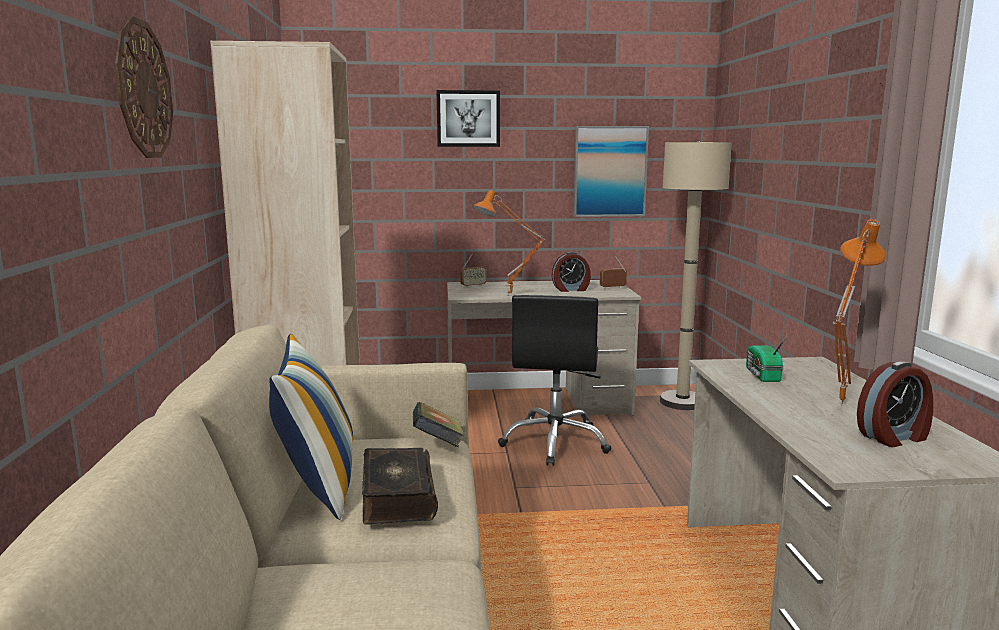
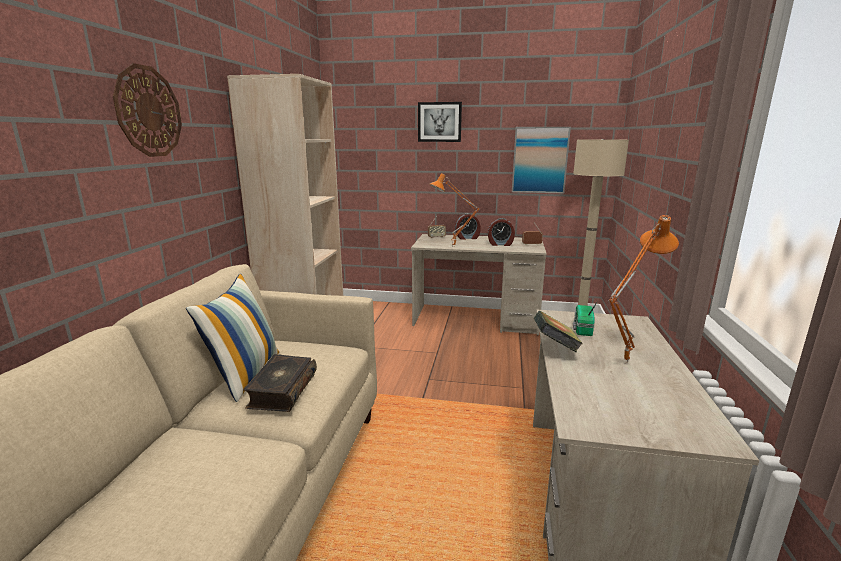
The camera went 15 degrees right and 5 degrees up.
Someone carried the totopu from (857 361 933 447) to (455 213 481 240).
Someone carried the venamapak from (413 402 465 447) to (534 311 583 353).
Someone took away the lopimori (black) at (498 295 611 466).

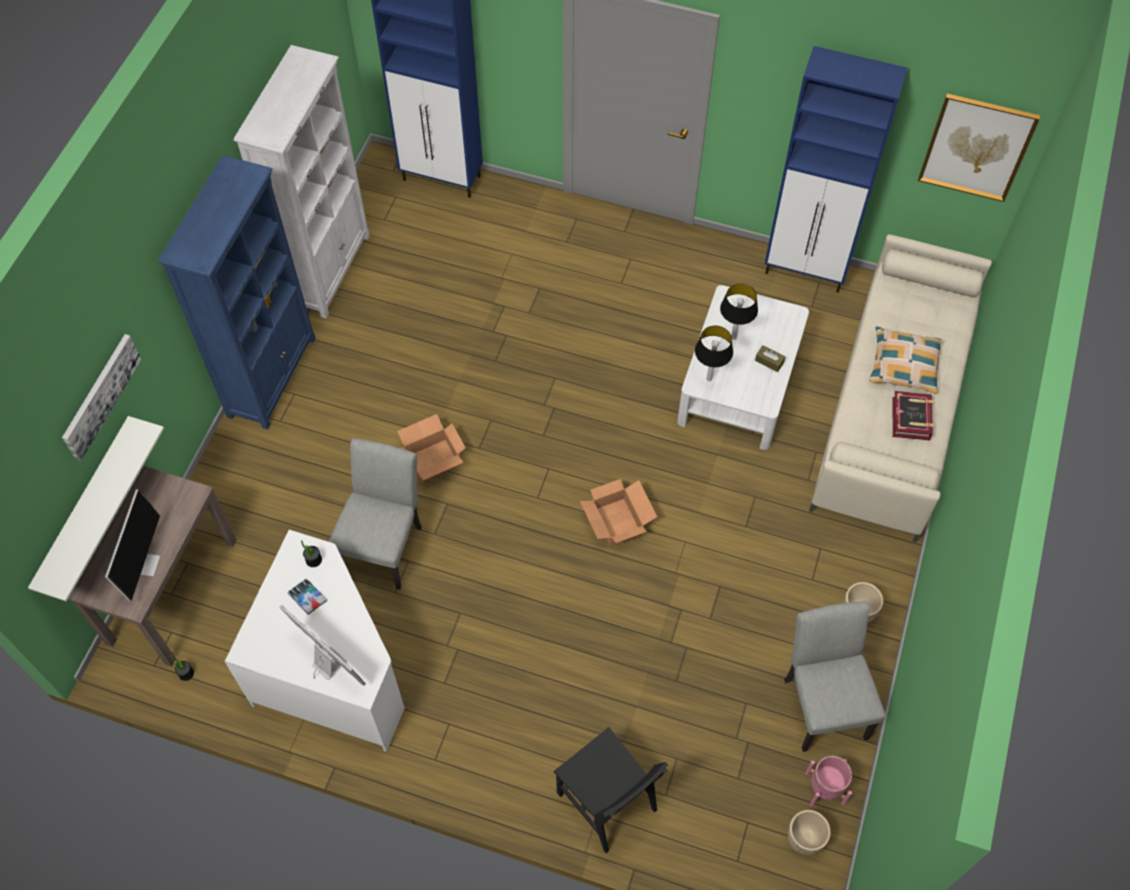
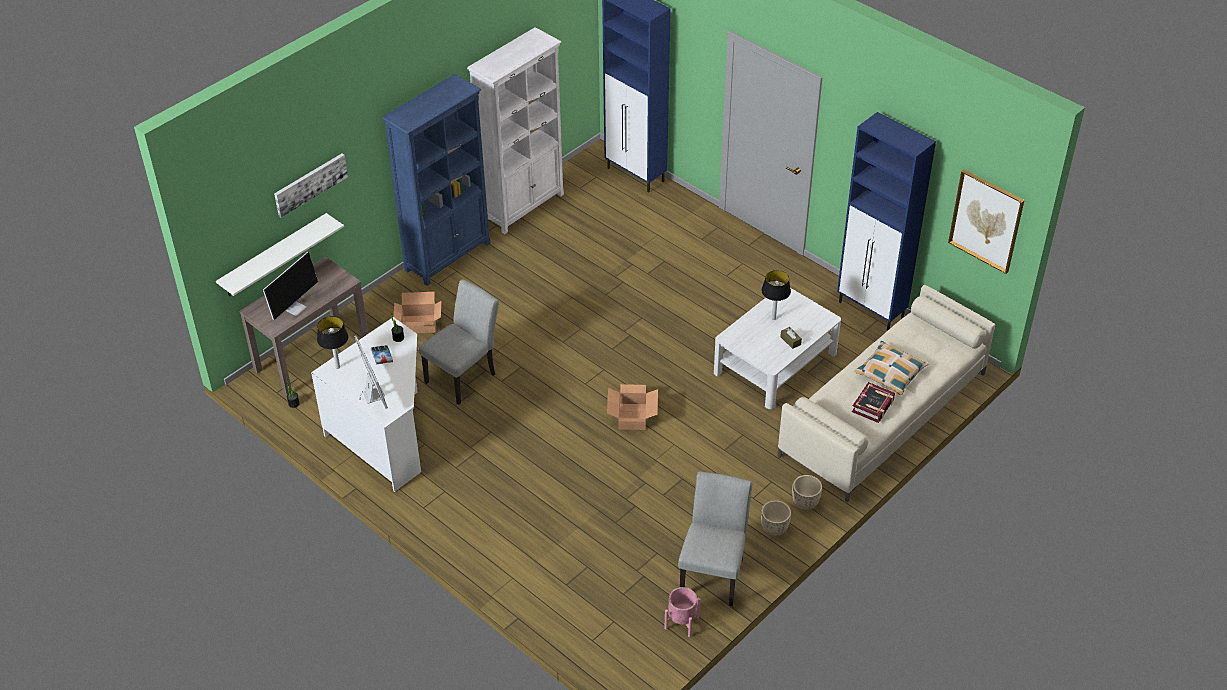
The camera went 25 degrees right and 15 degrees down.
Someone carried the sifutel from (695 326 733 381) to (317 316 348 369).
Someone carried the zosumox from (397 414 466 483) to (393 292 441 333).
Someone carried the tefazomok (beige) from (788 810 831 855) to (792 475 822 509).
Someone took away the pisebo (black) at (553 727 668 853).

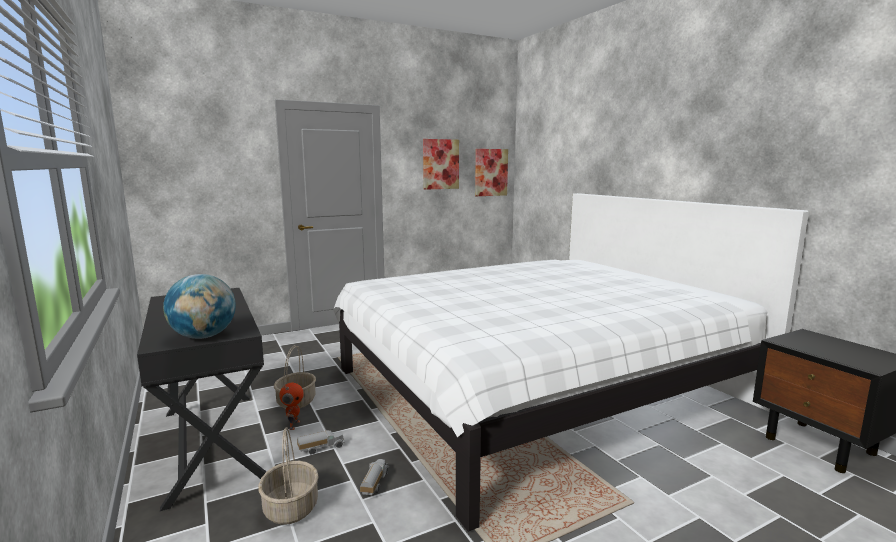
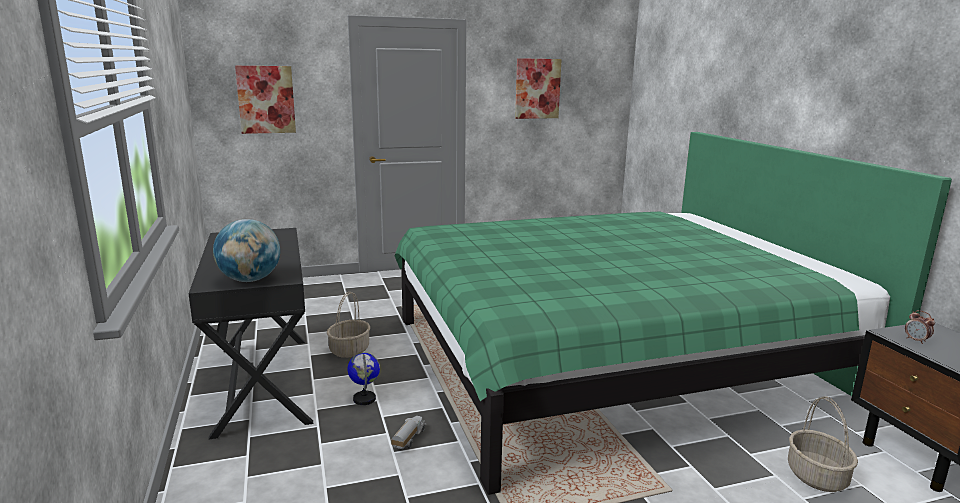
The camera went 10 degrees right and 5 degrees up.
Someone carried the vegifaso from (475 149 508 196) to (235 66 296 134).
Someone swapped the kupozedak at (297 430 345 455) for the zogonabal at (348 353 380 405).
Someone repainted the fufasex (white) at (333 193 809 532), which became the fufasex (green) at (395 132 952 495).
Someone carried the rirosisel from (258 427 319 525) to (788 396 858 492).
Someone put down the totopu at (905 310 935 344).
Someone took away the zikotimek at (279 383 304 430).

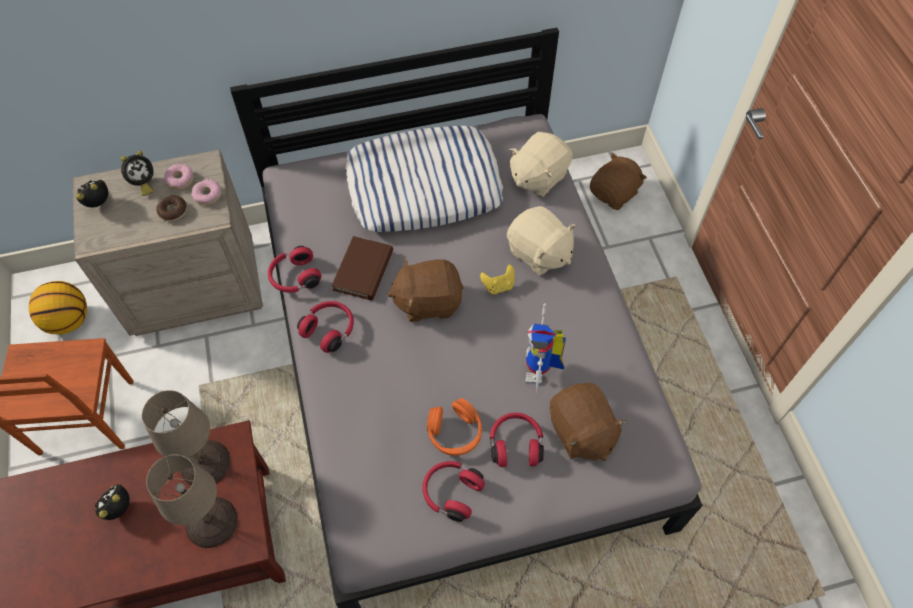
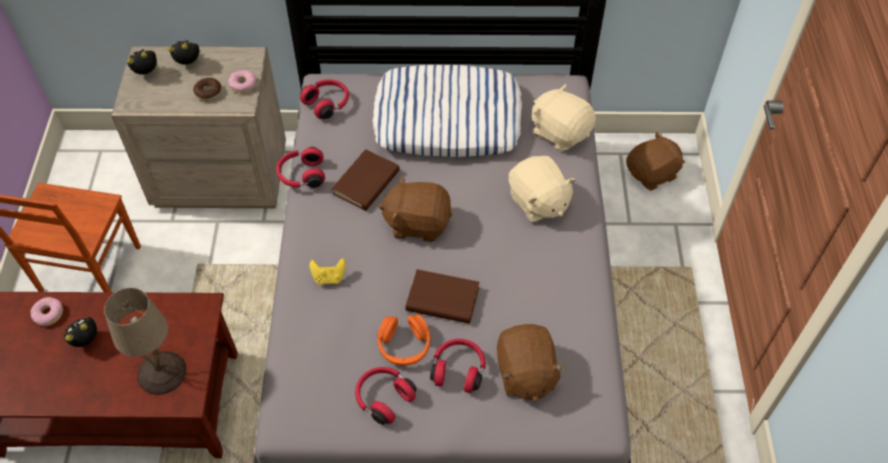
The camera went 15 degrees right and 5 degrees down.
Someone carried the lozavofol from (164 164 194 190) to (30 297 63 326).
Someone rotated the totopu at (121 151 154 196) by 150 degrees counterclockwise.
Someone carried the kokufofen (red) from (297 301 354 353) to (300 79 349 119).
Someone carried the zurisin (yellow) from (480 265 515 295) to (310 258 346 285).
Someone put down the venamapak (brown) at (406 269 479 324).
Someone rotated the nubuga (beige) at (509 132 573 197) by 75 degrees clockwise.
Someone took away the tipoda at (29 281 87 335).
Someone took away the sifutel (beige) at (142 390 230 485).
Someone took away the zikotimek at (525 303 566 393).

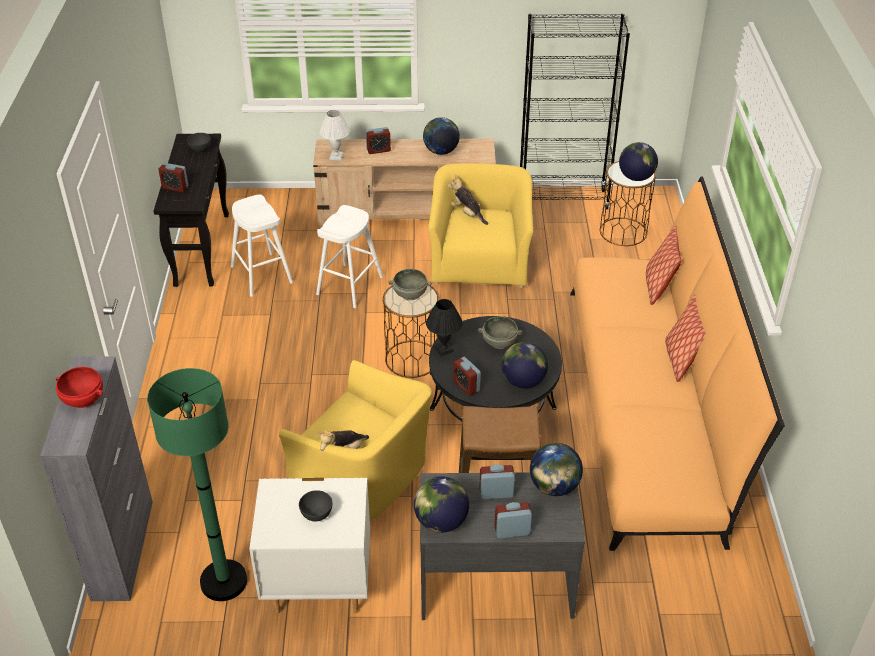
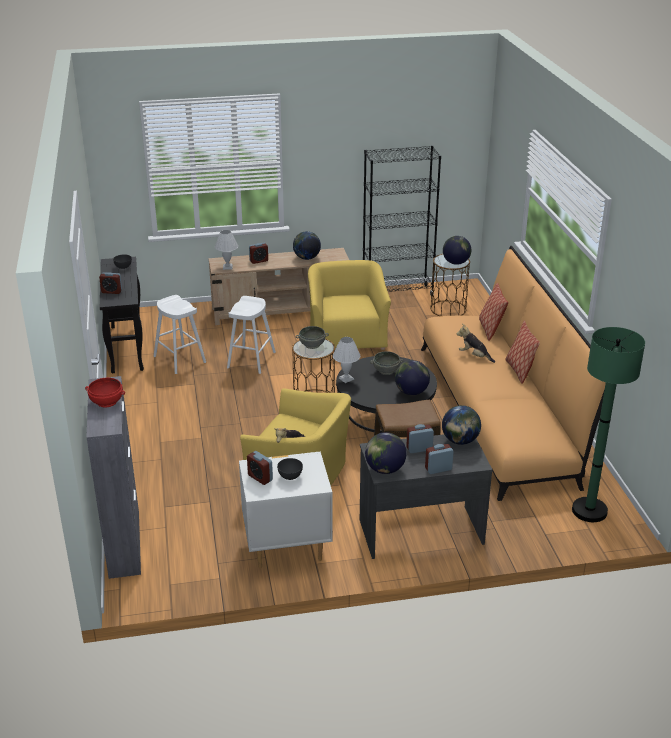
The camera went 10 degrees left and 10 degrees down.
Someone carried the totopu from (453 357 481 396) to (247 451 273 485).
Someone repainted the sifutel (black) at (426 299 463 356), which became the sifutel (white) at (333 337 360 383).
Someone carried the nubuga from (447 175 488 225) to (457 324 495 363).
Someone carried the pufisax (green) from (147 368 247 601) to (572 327 645 522).

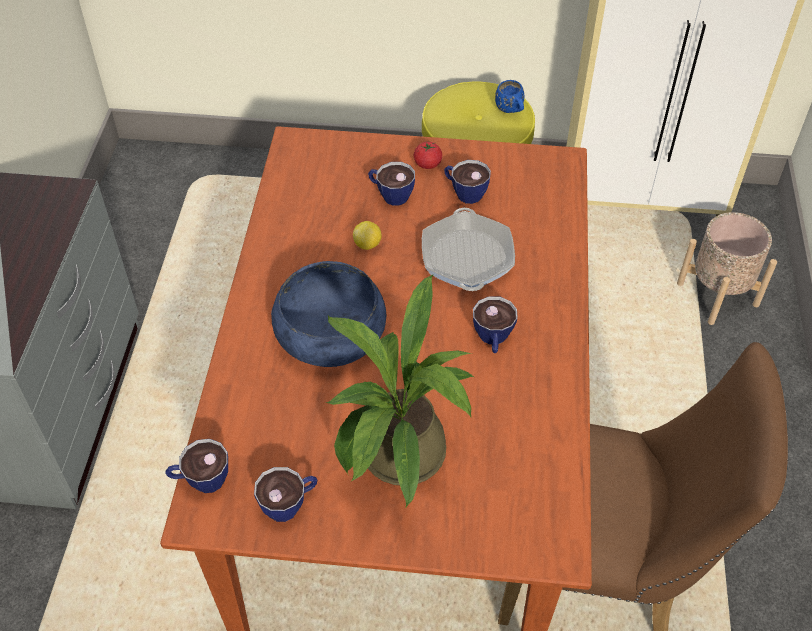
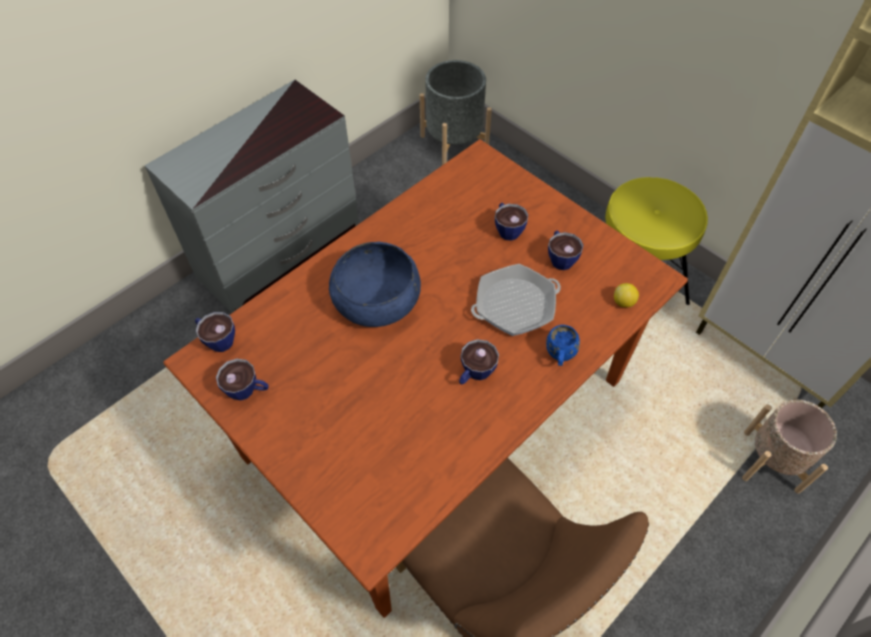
The camera went 40 degrees right and 5 degrees up.
Someone put down the tefazomok (grey) at (420 60 492 165).
Someone rotated the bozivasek at (422 208 515 291) by 150 degrees counterclockwise.
Someone carried the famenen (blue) from (495 80 524 113) to (546 325 580 366).
Someone carried the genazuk from (353 221 381 250) to (614 283 639 307).
Someone took away the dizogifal at (325 274 474 507).
Someone took away the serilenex at (414 142 442 169).

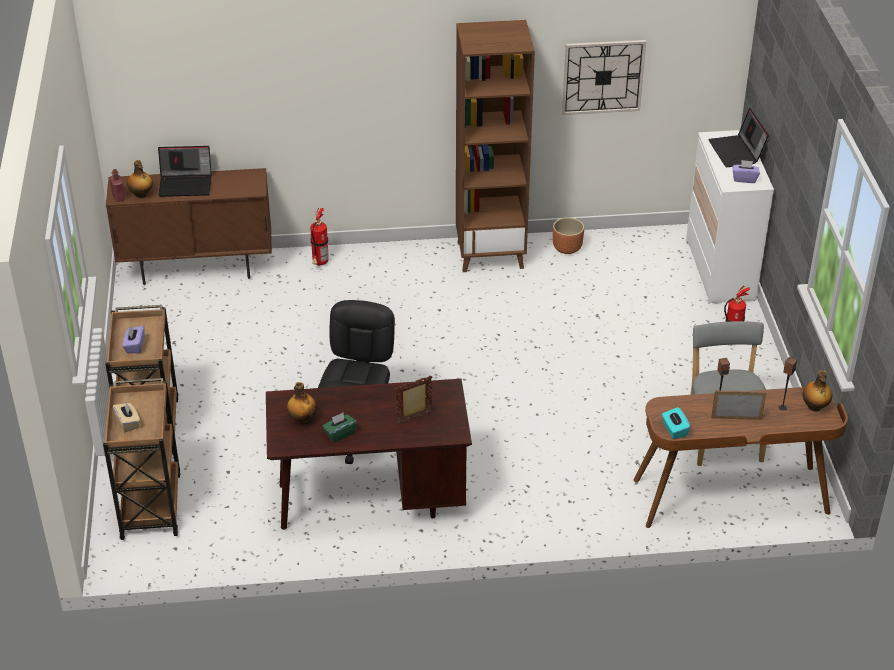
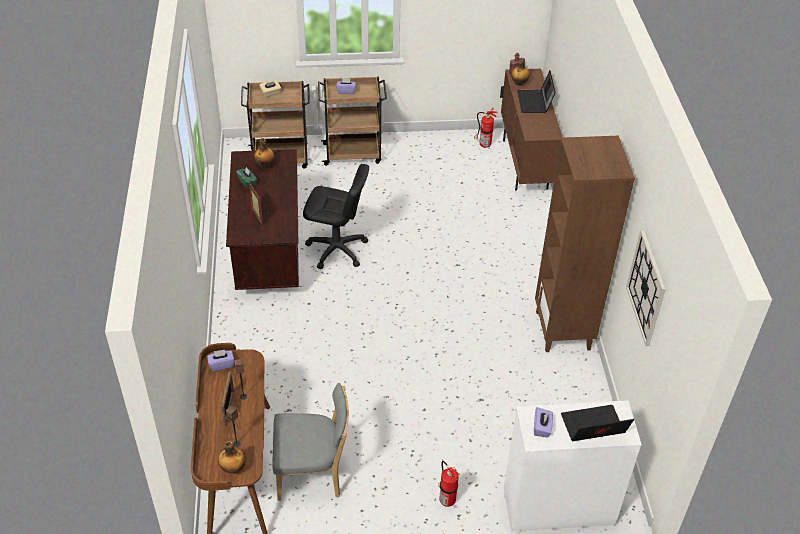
The camera went 90 degrees right and 5 degrees up.
Someone repainted the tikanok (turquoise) at (662 407 691 439), which became the tikanok (purple) at (207 350 234 371).
Someone carried the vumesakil from (310 208 329 266) to (474 108 498 148).
Someone took away the tefazomok (brown) at (553 217 584 254).

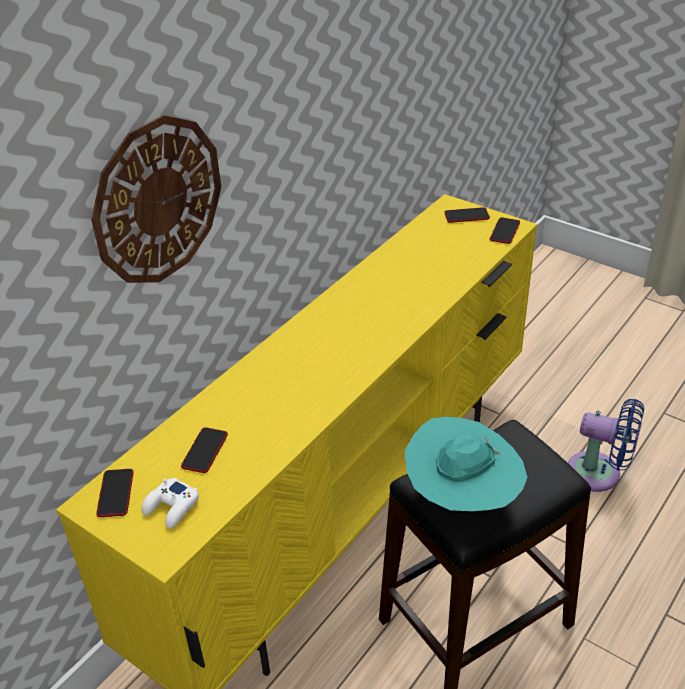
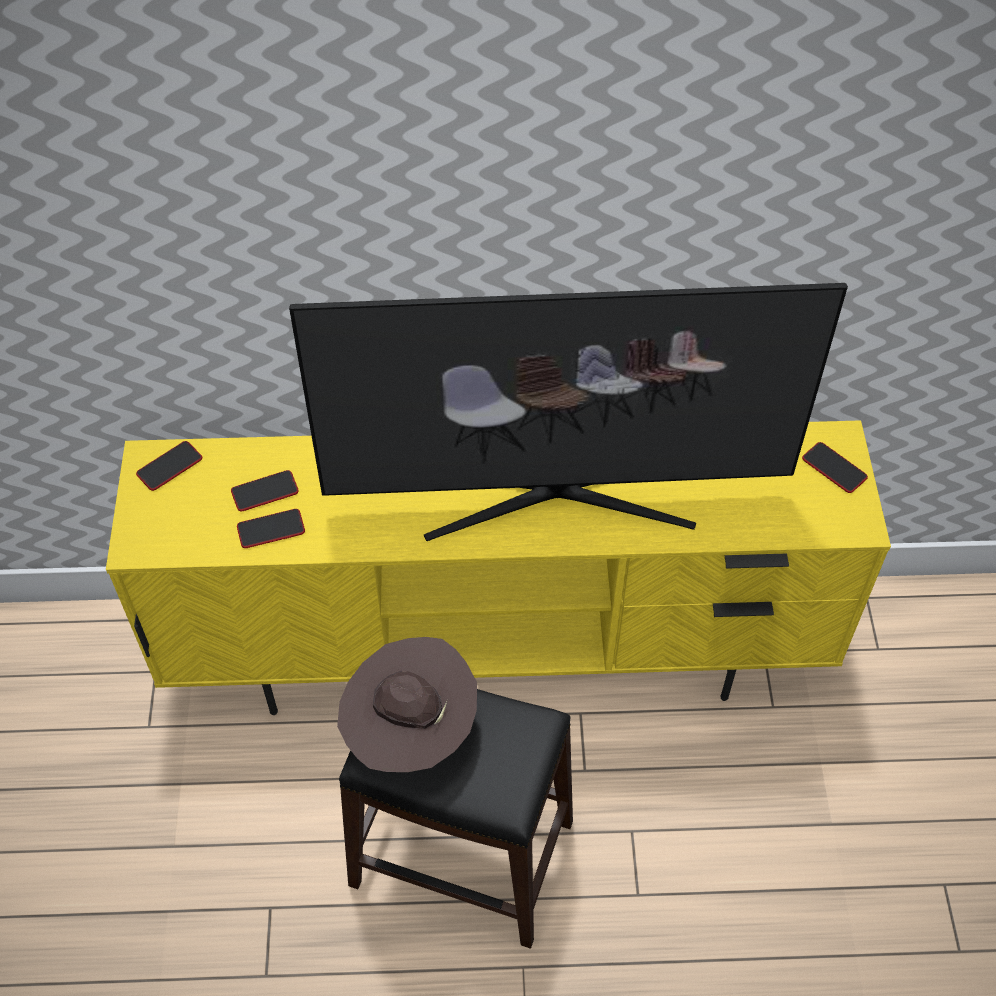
The camera went 50 degrees right and 15 degrees up.
Someone carried the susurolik from (490 217 520 244) to (237 509 305 548).
Someone put down the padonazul at (289 283 848 541).
Someone repainted the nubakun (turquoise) at (405 417 527 511), which became the nubakun (brown) at (337 637 477 772).
Someone took away the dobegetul at (91 115 221 283).
Someone took away the zurisin (white) at (141 477 199 529).
Someone took away the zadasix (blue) at (568 399 644 492).

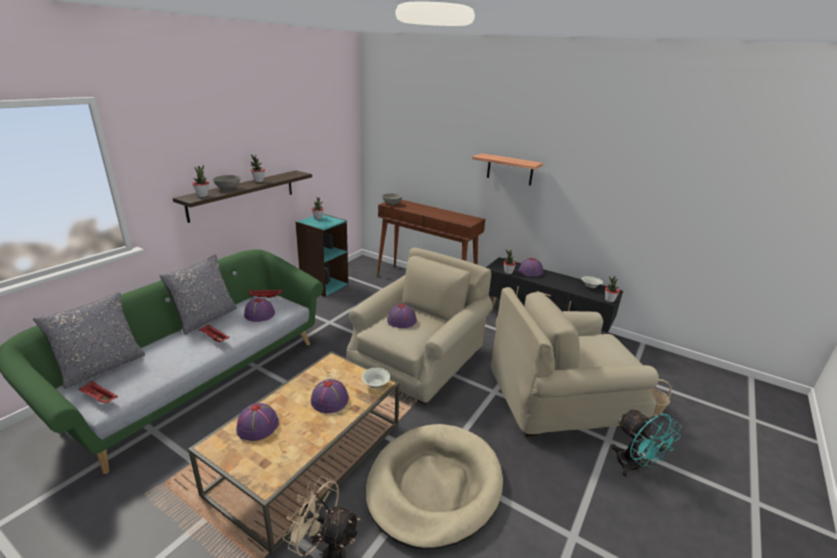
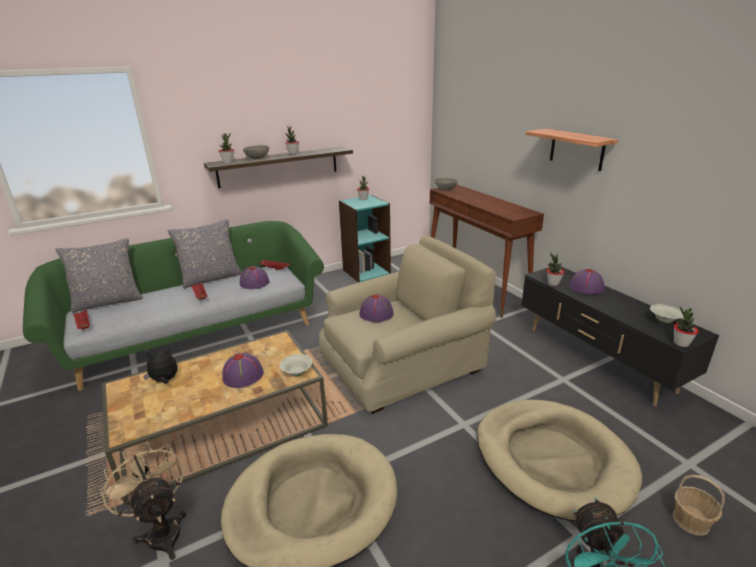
The camera went 30 degrees right and 0 degrees up.
Someone swapped the nubakun (purple) at (236 403 279 441) for the nubuga at (143 348 177 384).
Someone swapped the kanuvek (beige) at (491 287 659 437) for the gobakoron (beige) at (477 400 642 521).

